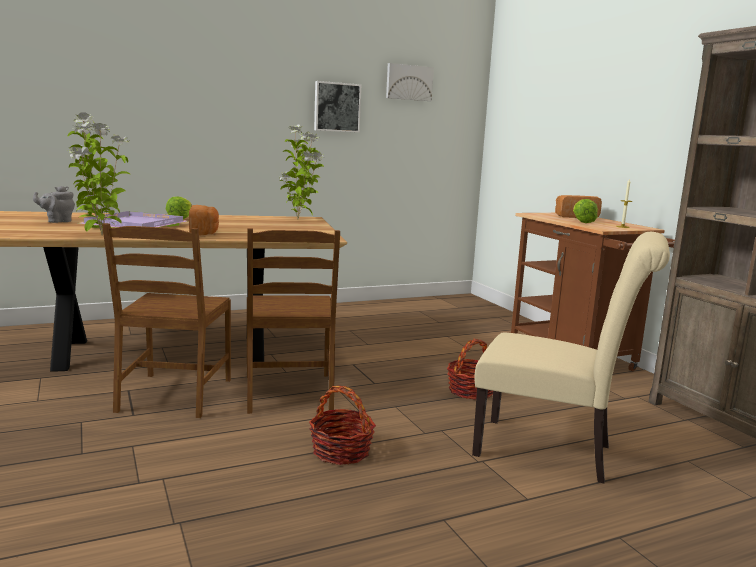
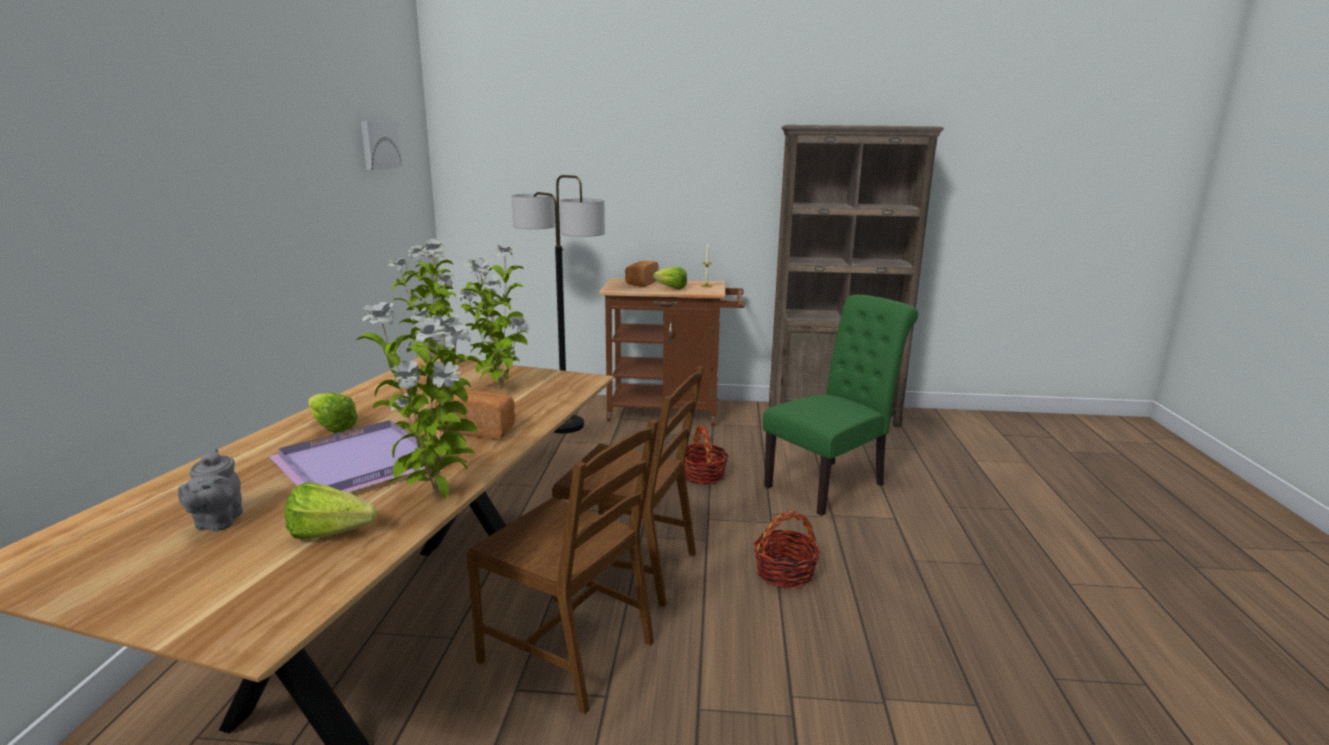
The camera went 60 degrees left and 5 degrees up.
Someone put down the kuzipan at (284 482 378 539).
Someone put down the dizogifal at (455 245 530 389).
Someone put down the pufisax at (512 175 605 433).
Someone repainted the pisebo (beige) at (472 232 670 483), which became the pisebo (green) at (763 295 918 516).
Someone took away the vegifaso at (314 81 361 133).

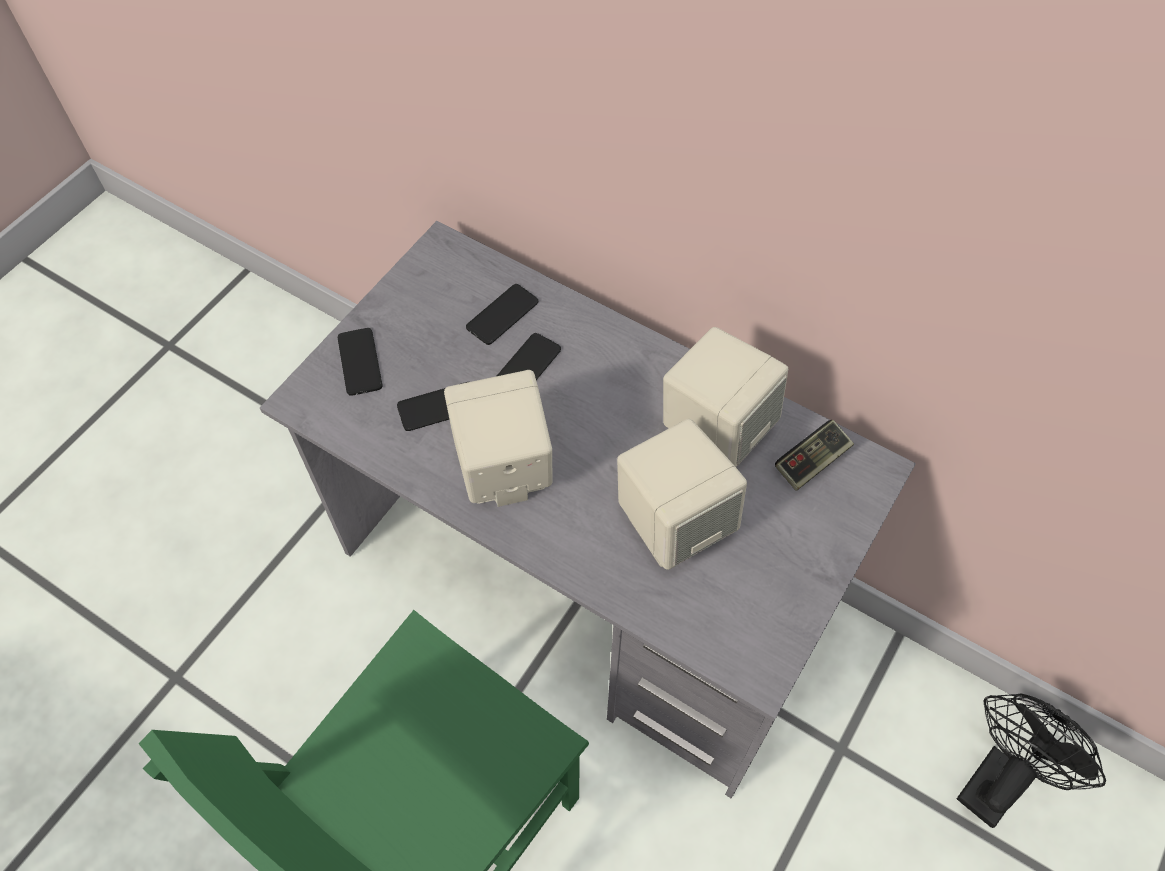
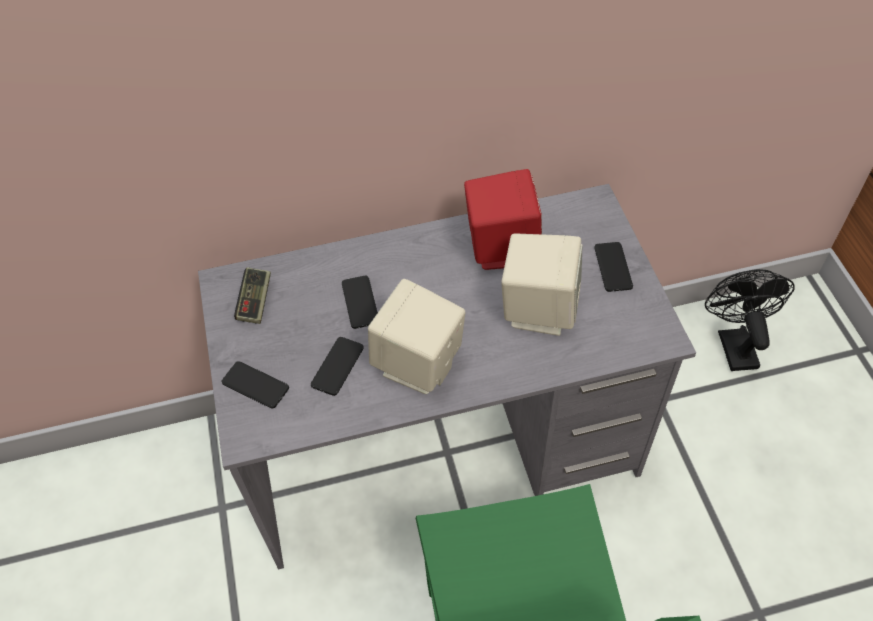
The camera went 45 degrees left and 5 degrees down.
Someone carried the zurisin from (775 420 854 491) to (234 267 271 324).
Someone repainted the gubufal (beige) at (663 327 788 467), which became the gubufal (red) at (464 169 542 270).
Someone carried the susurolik from (466 284 538 345) to (594 242 633 292).

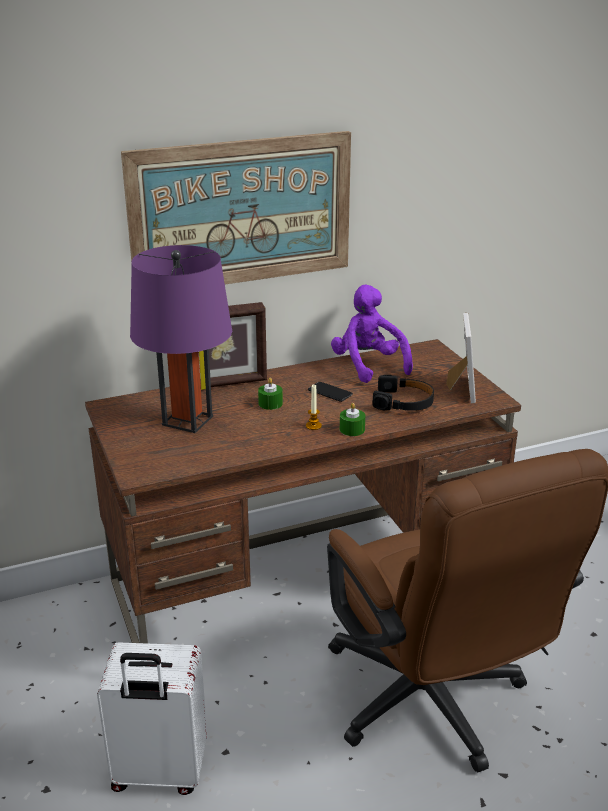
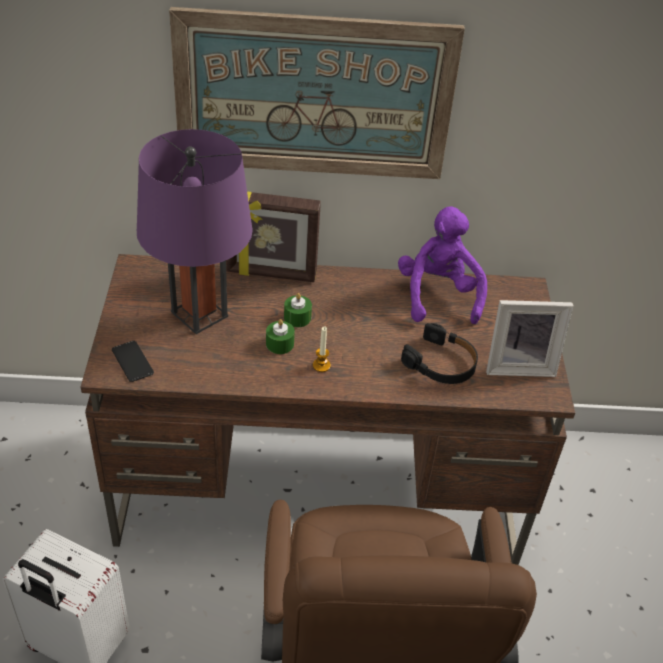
The camera went 20 degrees right and 15 degrees up.
Someone carried the susurolik from (308 382 353 402) to (112 341 154 382).
Someone carried the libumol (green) from (340 403 365 436) to (266 319 295 354).
Someone rotated the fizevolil at (446 313 476 403) by 60 degrees clockwise.

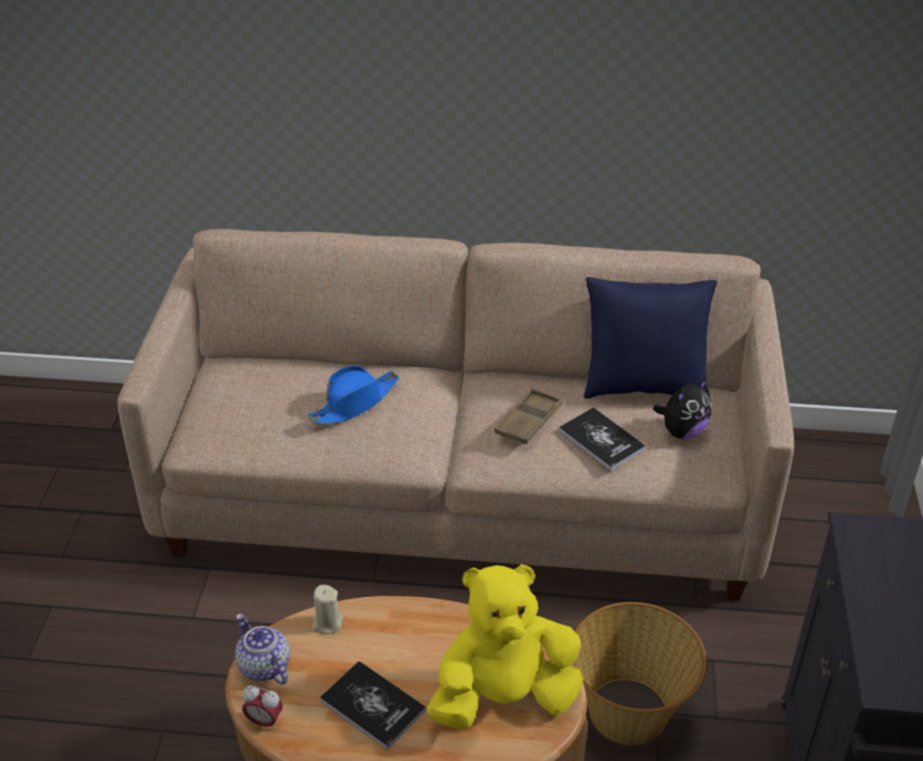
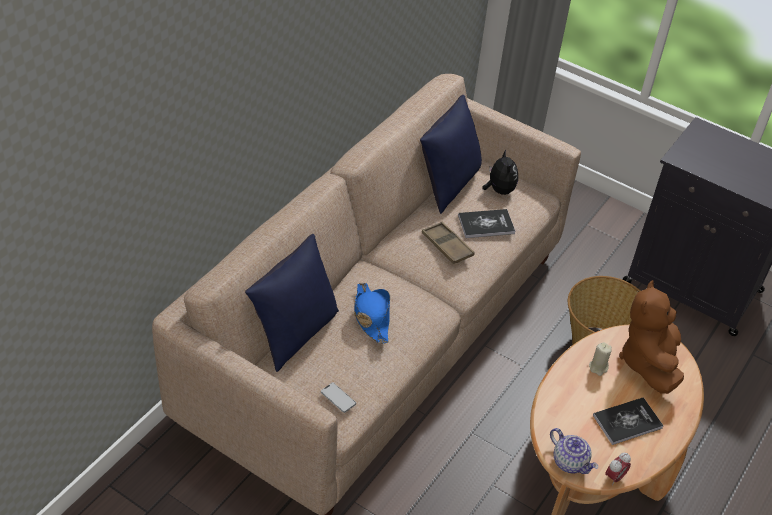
The camera went 65 degrees left and 5 degrees up.
Someone put down the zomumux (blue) at (245 234 339 372).
Someone put down the susurolik at (321 383 356 413).
Someone rotated the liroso at (235 614 290 684) by 120 degrees counterclockwise.
Someone carried the libumol (beige) from (312 585 343 634) to (589 343 612 376).
Someone repainted the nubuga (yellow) at (427 564 583 729), which became the nubuga (brown) at (619 280 684 394).

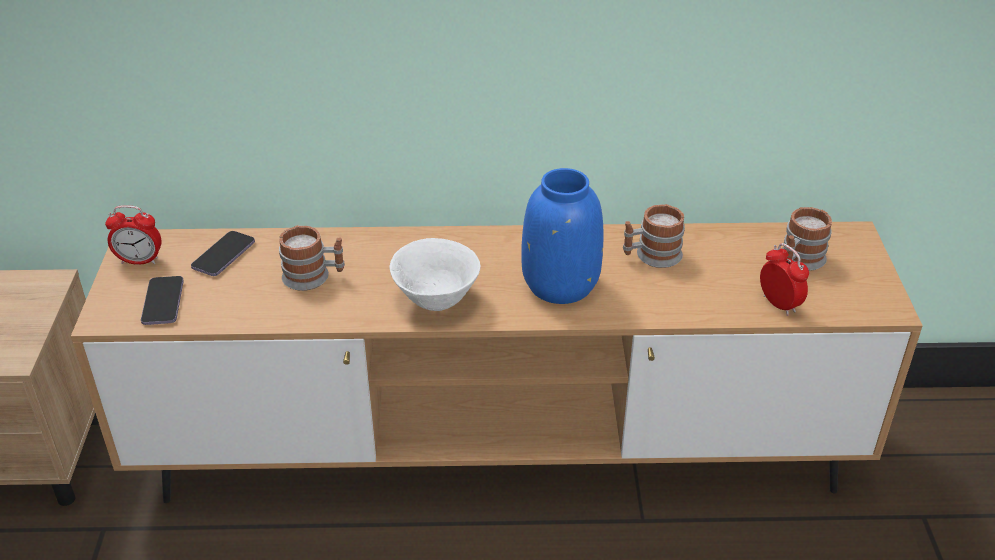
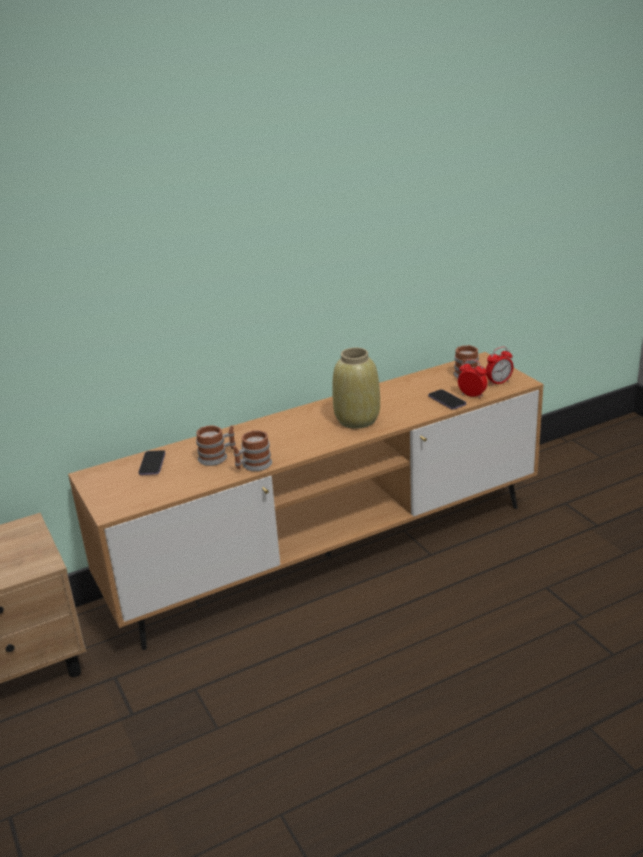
The camera went 25 degrees left and 10 degrees down.
Someone carried the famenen from (623 204 685 268) to (233 430 272 471).
Someone repainted the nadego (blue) at (521 168 603 304), which became the nadego (beige) at (332 348 380 429).
Someone carried the susurolik from (141 276 184 325) to (428 389 466 410).
Someone carried the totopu from (105 205 162 265) to (486 347 513 386).
Someone took away the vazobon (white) at (390 238 480 311).

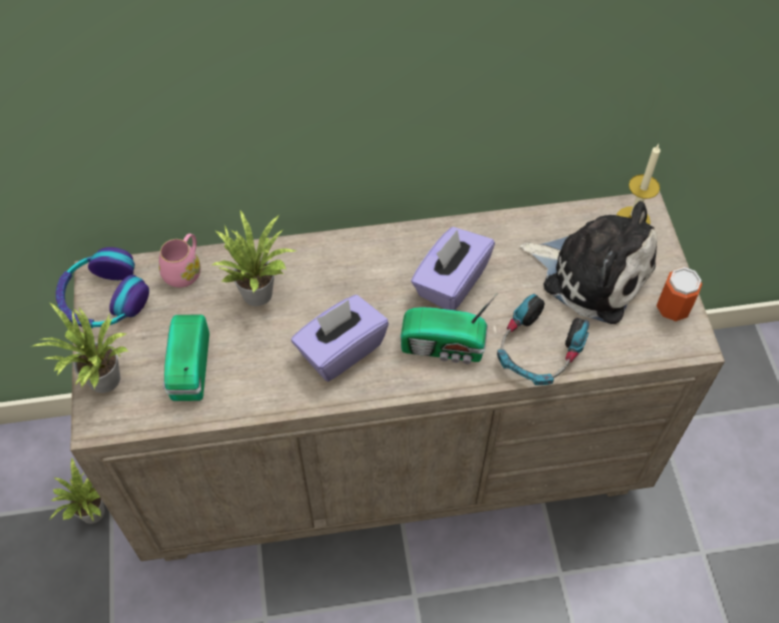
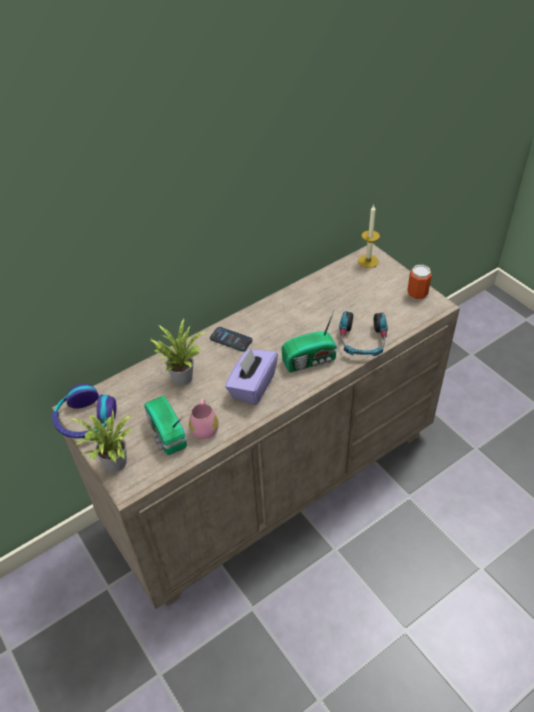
The camera went 25 degrees left and 10 degrees down.
Someone carried the famenen (pink) from (159 233 201 287) to (189 399 219 439).
Someone put down the susurolik at (210 327 252 352).
Someone took away the dizogifal at (50 458 105 524).
Someone took away the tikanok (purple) at (411 227 495 310).
Someone took away the nubuga at (520 201 657 324).

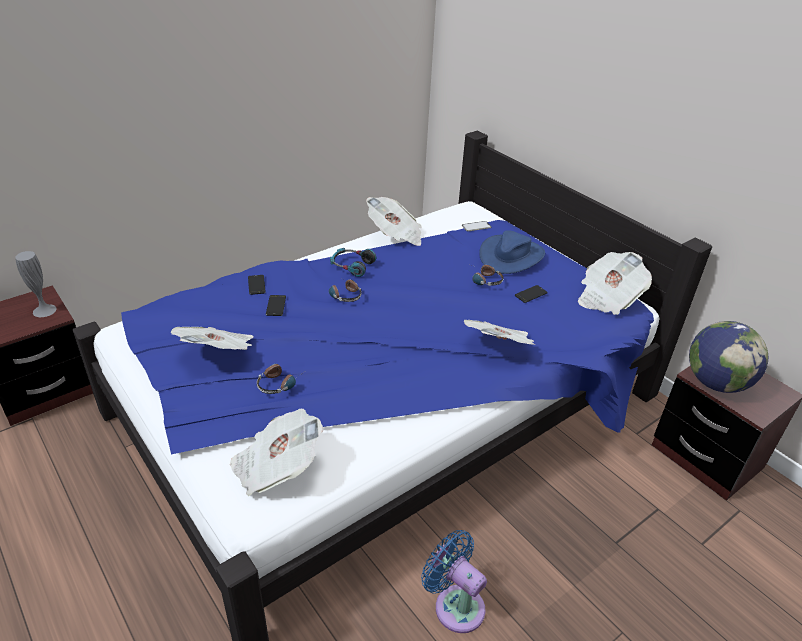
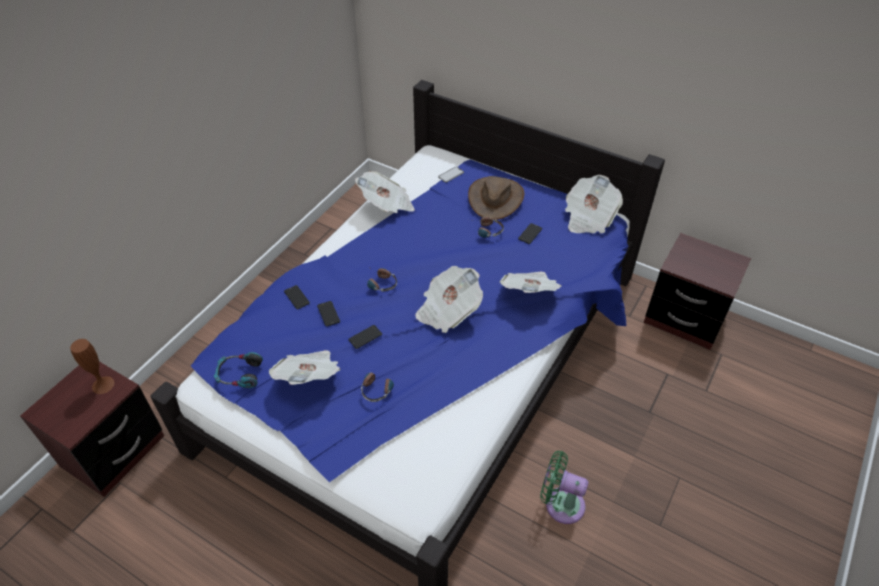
The camera went 20 degrees left and 10 degrees up.
Someone repainted the nadego (grey) at (15 251 57 317), which became the nadego (brown) at (70 339 114 394).
Someone carried the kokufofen from (330 248 376 277) to (213 352 263 388).
Someone put down the susurolik at (348 325 382 349).
Someone carried the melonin from (230 409 323 496) to (415 266 483 333).
Someone repainted the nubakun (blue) at (479 230 545 274), which became the nubakun (brown) at (468 176 524 220).
Someone repainted the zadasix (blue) at (421 530 487 633), which became the zadasix (green) at (540 451 589 524).
Someone took away the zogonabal at (689 321 768 393).

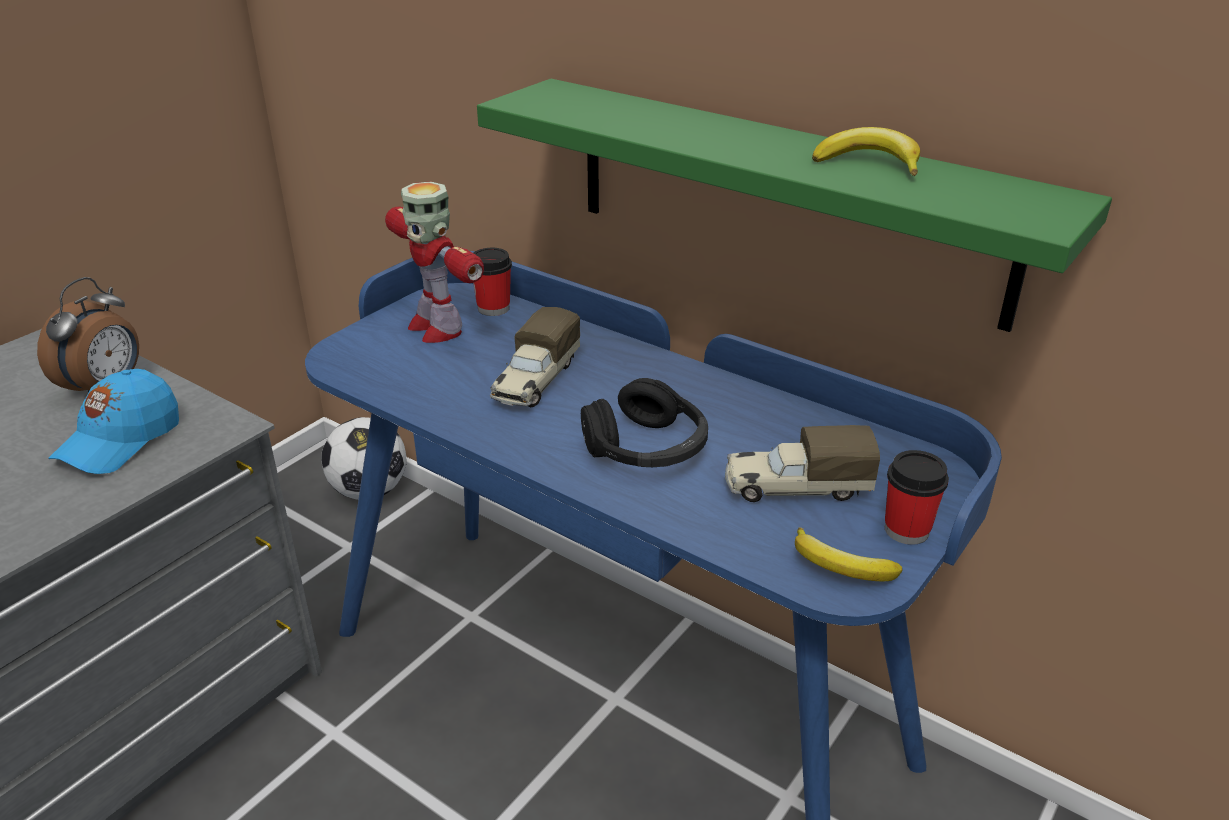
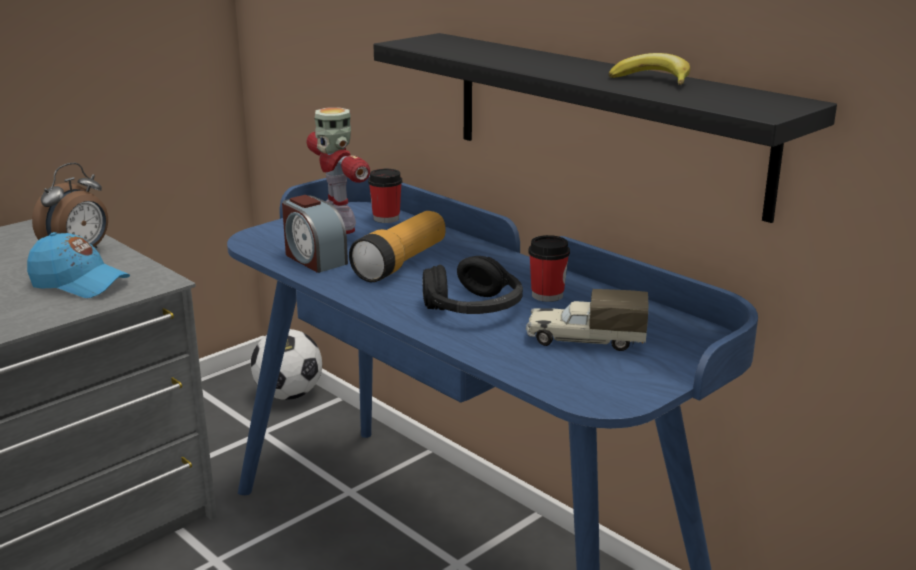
The camera went 10 degrees right and 10 degrees down.
Someone rotated the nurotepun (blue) at (48 369 179 474) by 105 degrees counterclockwise.
Someone put down the totopu at (282 195 348 273).
Someone swapped the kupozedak at (490 307 580 407) for the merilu at (349 211 445 282).
Someone repainted the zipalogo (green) at (477 79 1112 332), which became the zipalogo (black) at (373 33 837 223).
Someone carried the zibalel from (885 450 949 545) to (528 235 570 302).
Someone took away the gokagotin at (795 527 903 581).

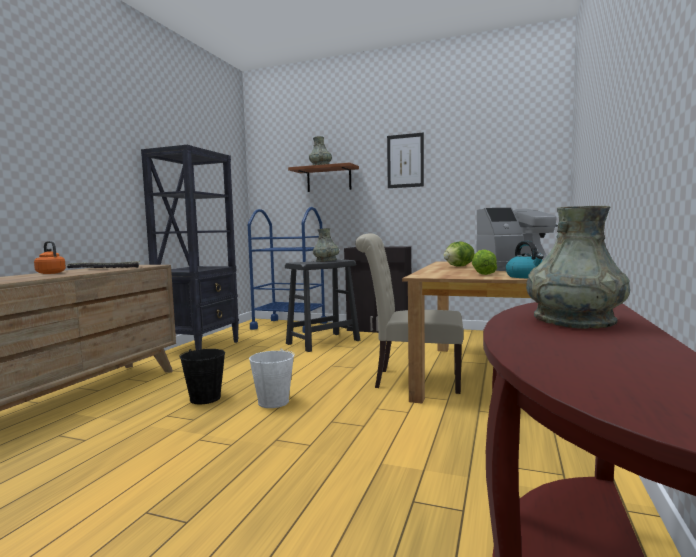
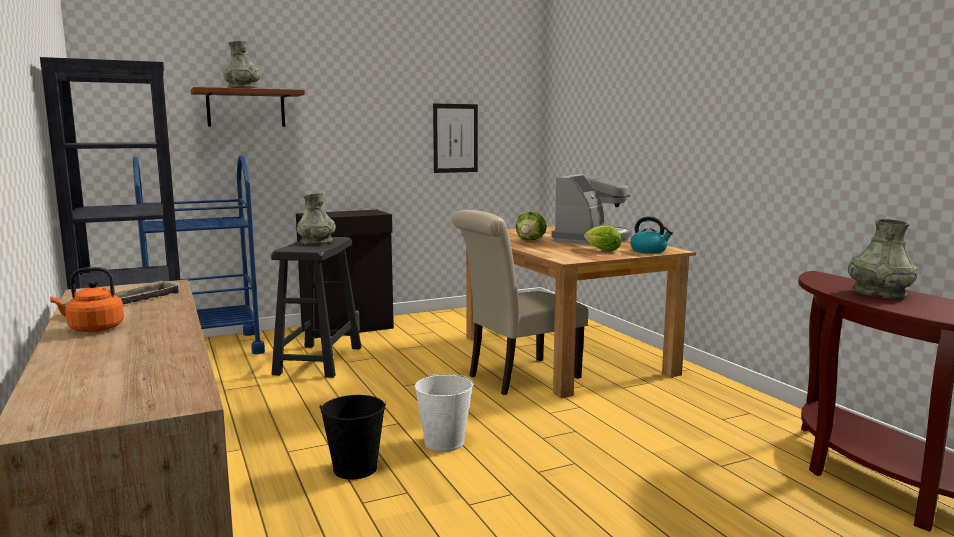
The camera went 45 degrees left and 5 degrees up.
Someone carried the vegifaso from (387 133 424 188) to (433 104 478 173).

